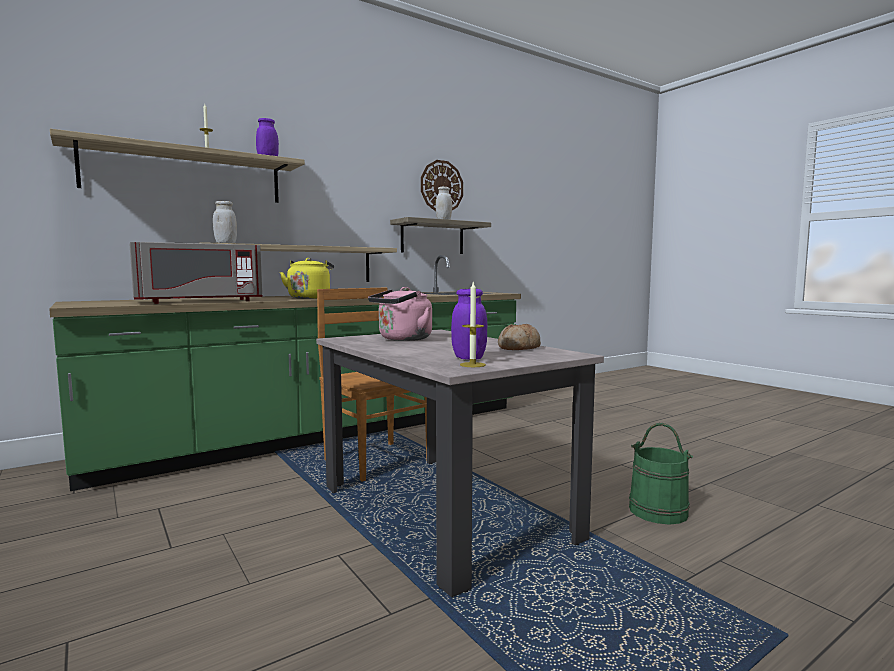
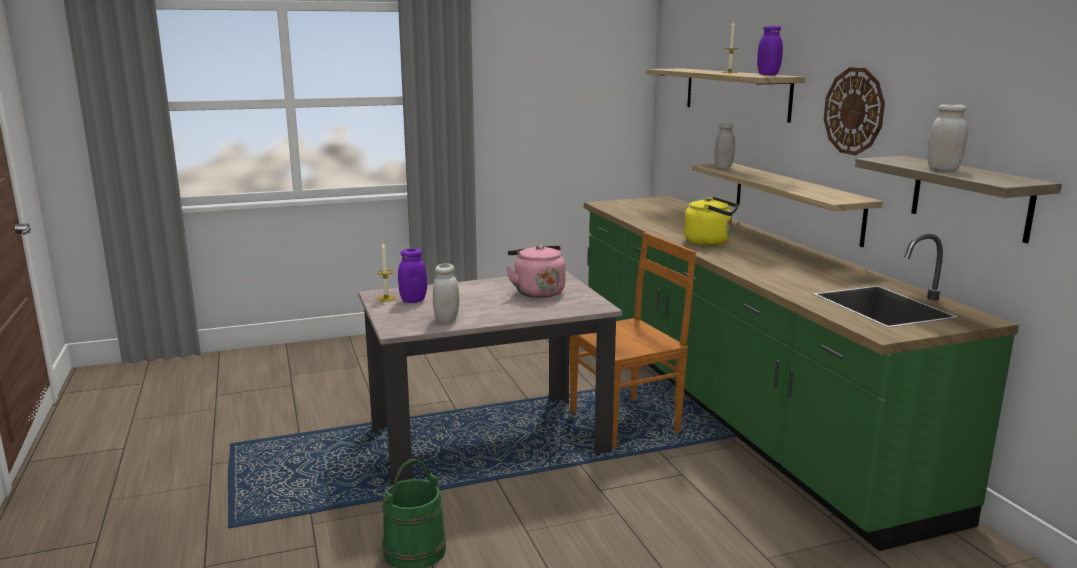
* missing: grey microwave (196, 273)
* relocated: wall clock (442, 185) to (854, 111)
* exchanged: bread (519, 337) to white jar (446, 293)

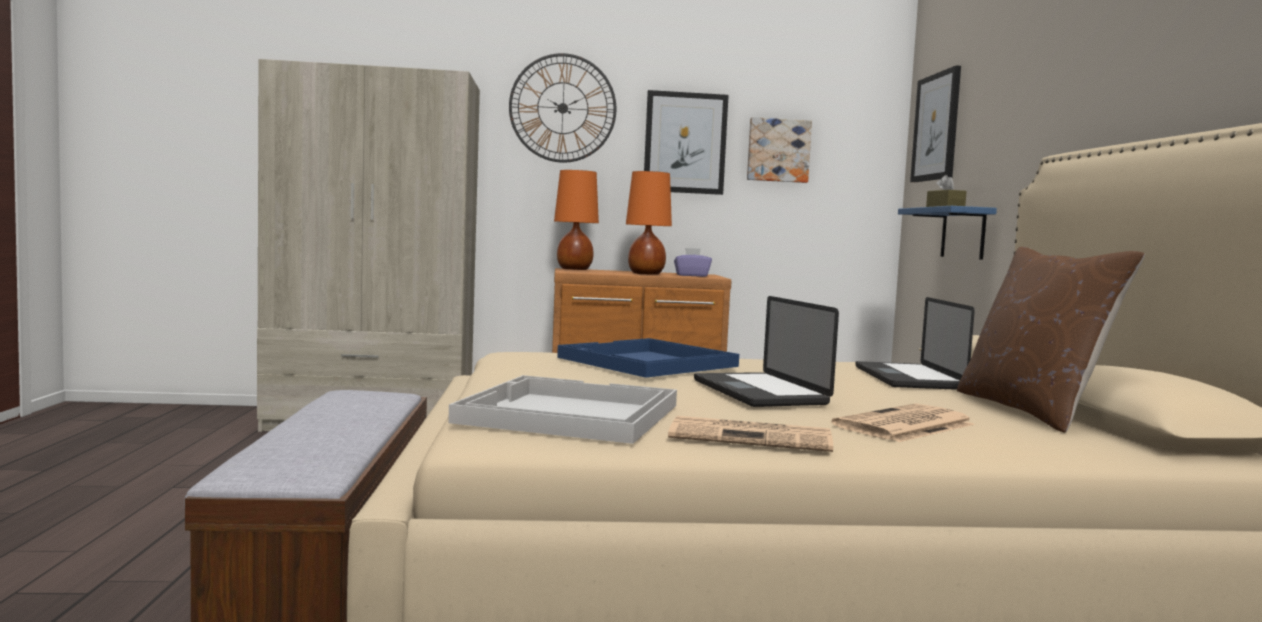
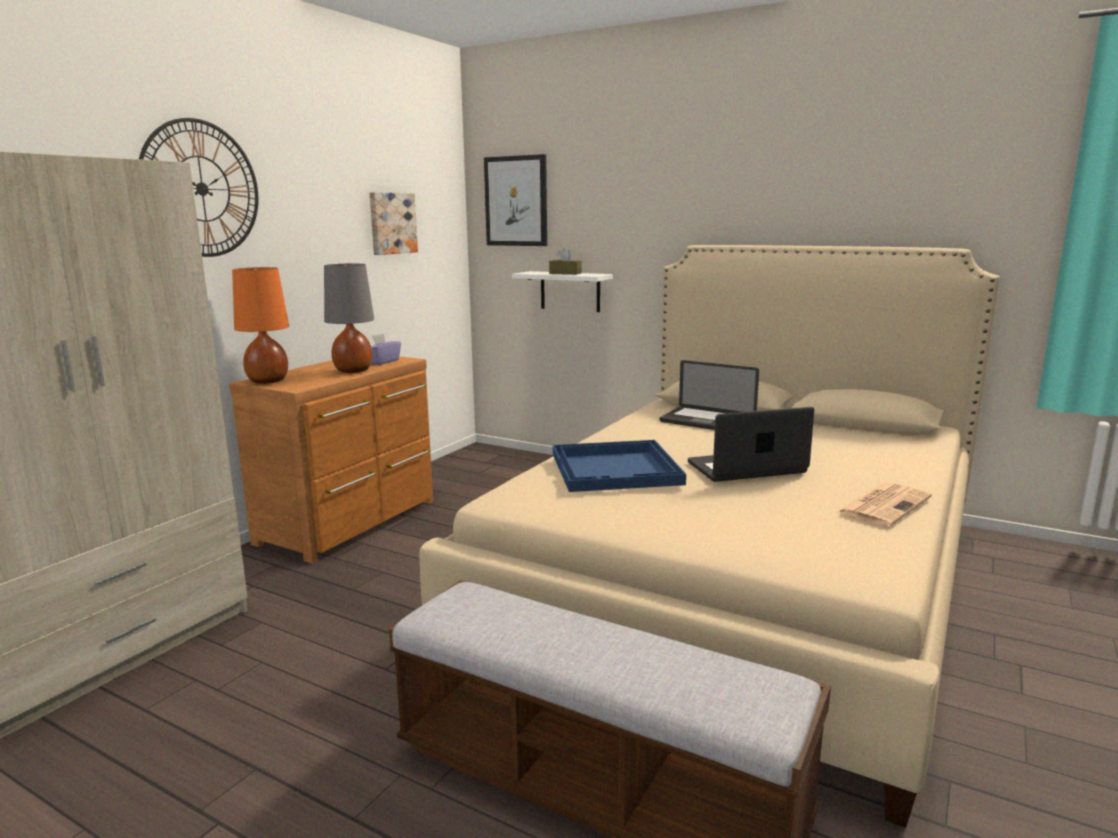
* missing: white tray (562, 409)
* missing: picture (686, 142)
* missing: newspaper (903, 422)
* missing: brown pillow (1051, 340)
* colour: orange table lamp (649, 223) to grey table lamp (349, 318)
* colour: blue shelf (947, 233) to white shelf (562, 291)
* spun: laptop (766, 351) = (751, 444) 150 degrees clockwise

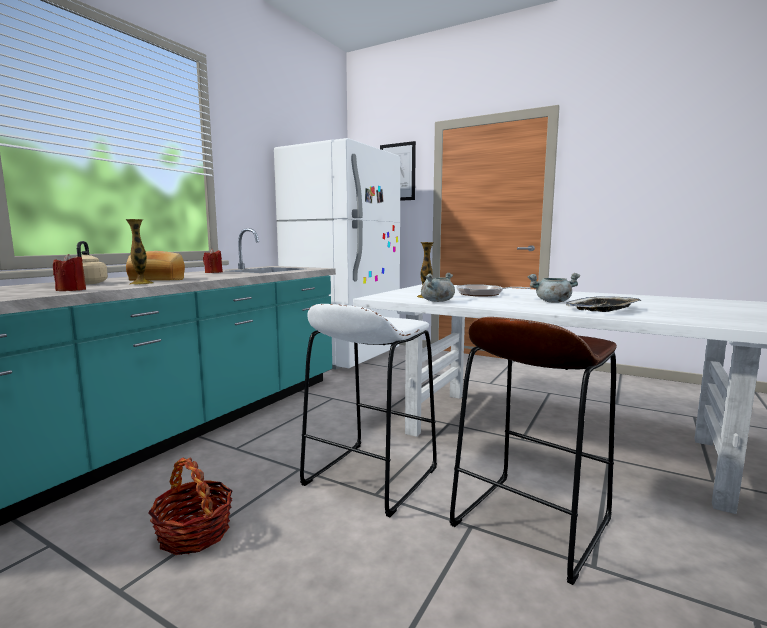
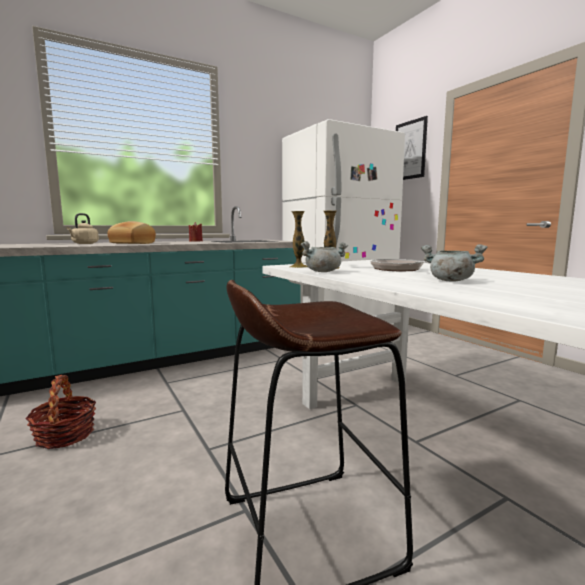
* missing: red candle (69, 272)
* missing: white stool (368, 410)
* missing: tray (603, 304)
* relocated: vase (139, 252) to (299, 239)

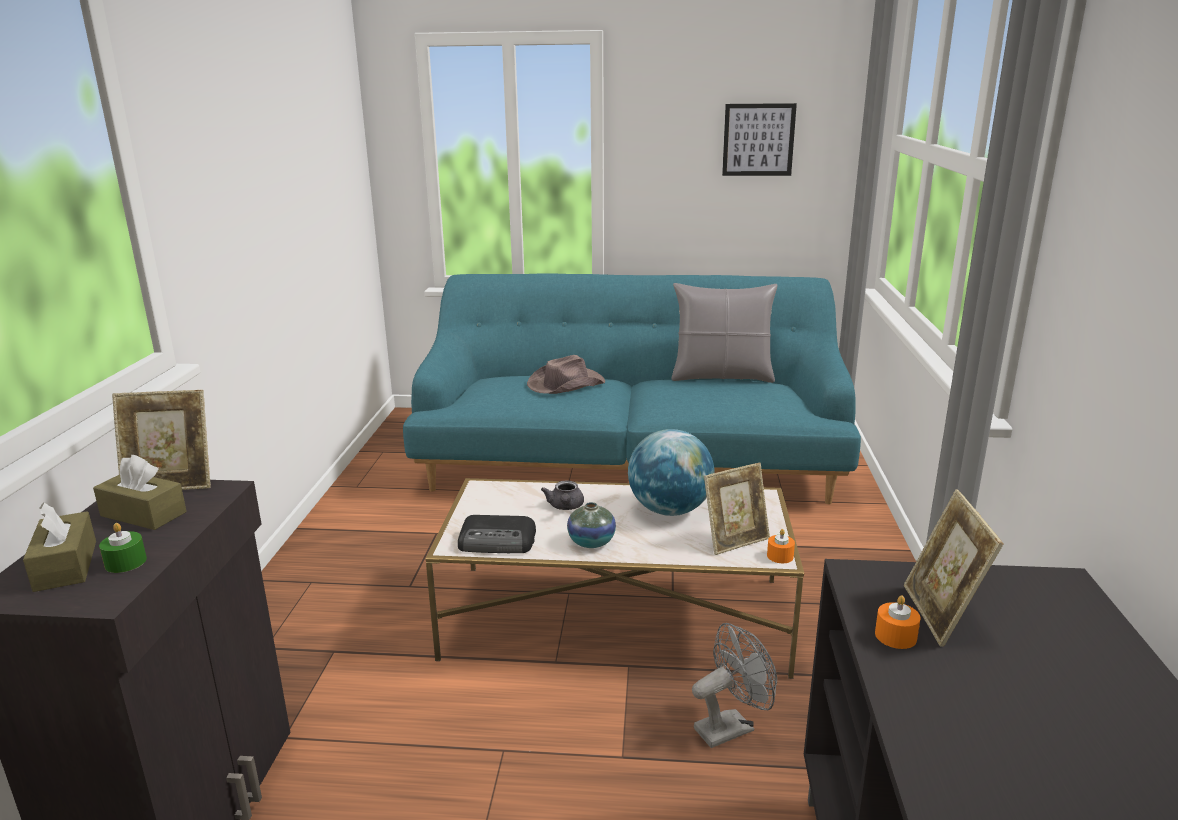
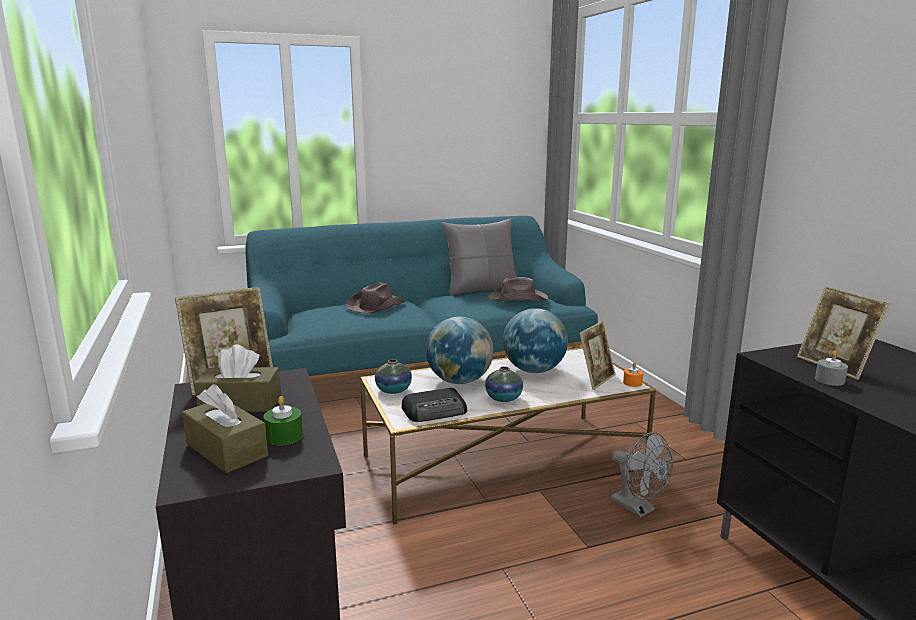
* missing: picture (759, 139)
* appeared: vase (393, 376)
* appeared: brown hat (517, 289)
* exchanged: grey teapot (562, 495) to globe (460, 350)
* colour: orange candle (898, 622) to grey candle (831, 368)
* spun: grey fan (734, 685) = (641, 475) 105 degrees clockwise

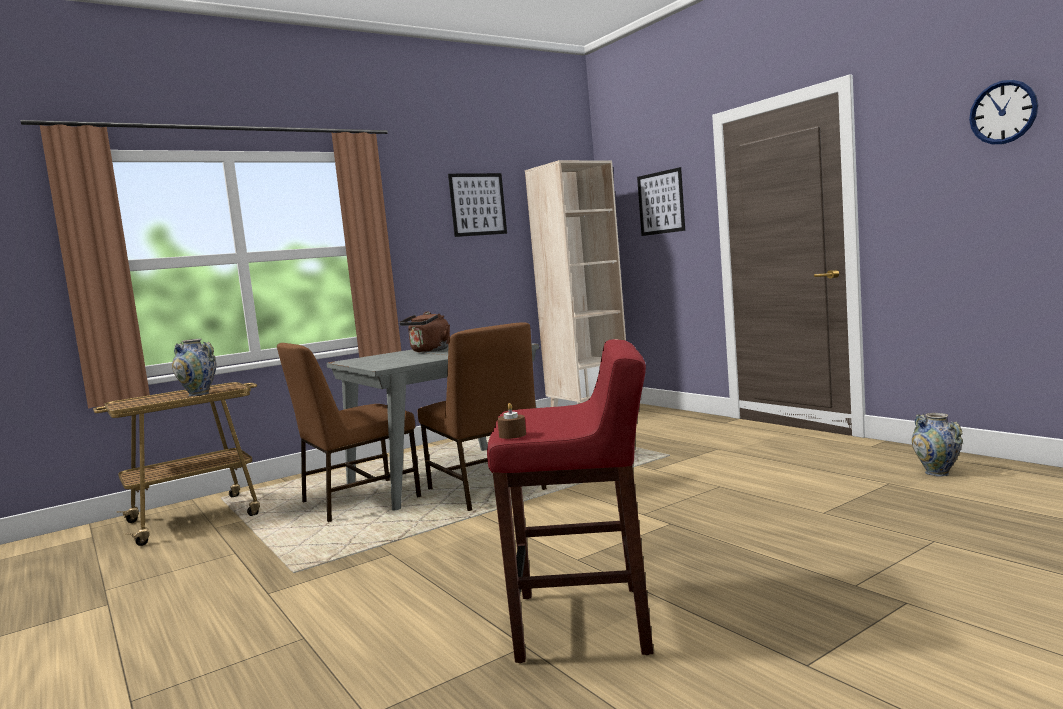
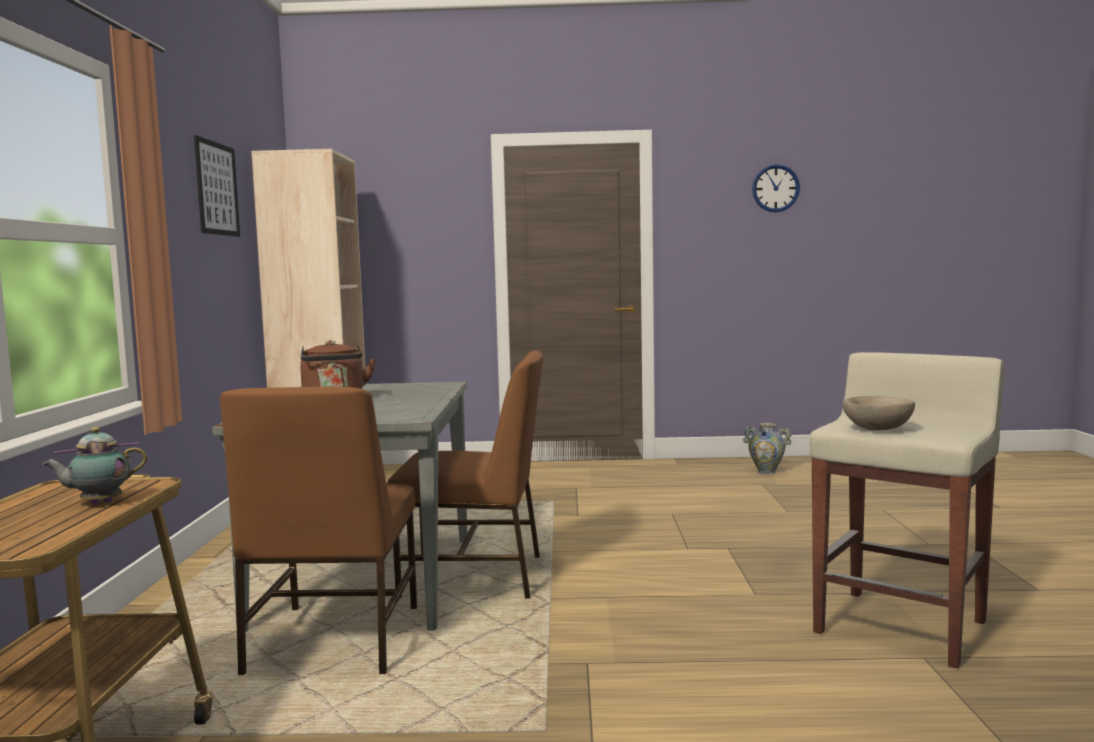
* missing: brown candle (511, 421)
* missing: picture (661, 201)
* appeared: beige bowl (878, 413)
* exchanged: vase (194, 367) to teapot (94, 465)
* colour: red stool (570, 501) to beige stool (907, 510)

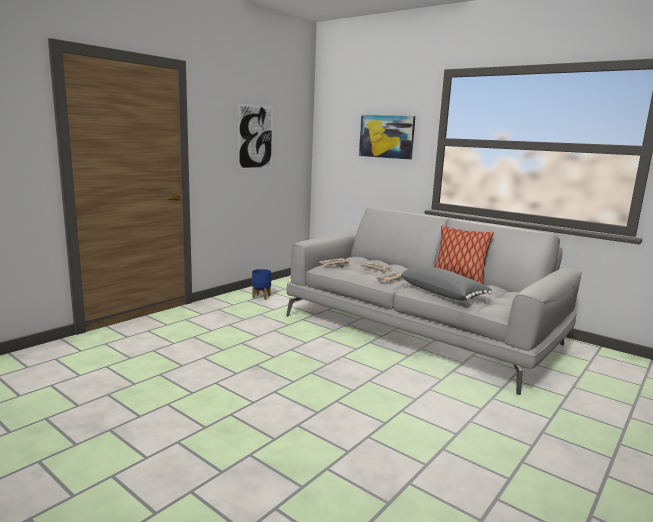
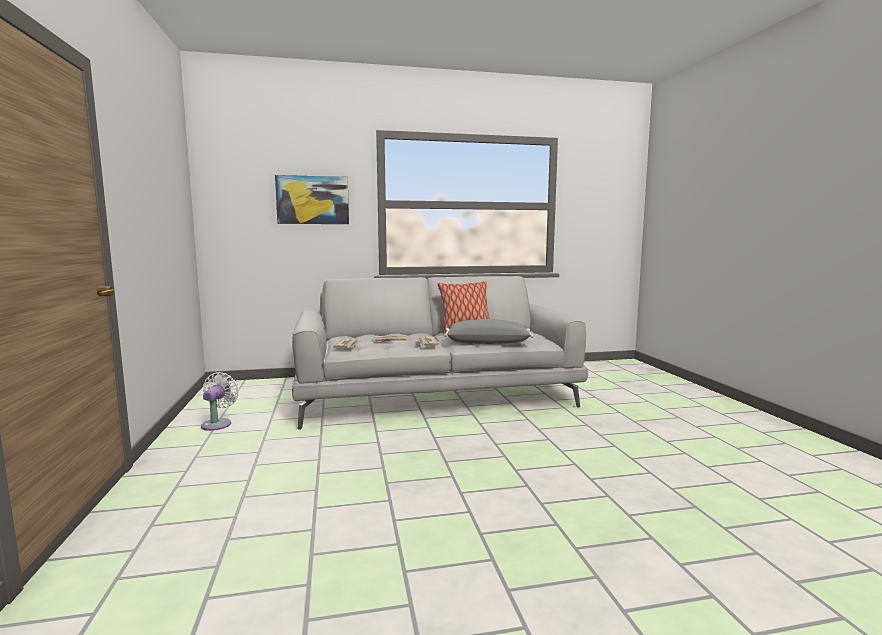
* missing: picture (255, 136)
* exchanged: blue planter (261, 284) to white fan (220, 401)

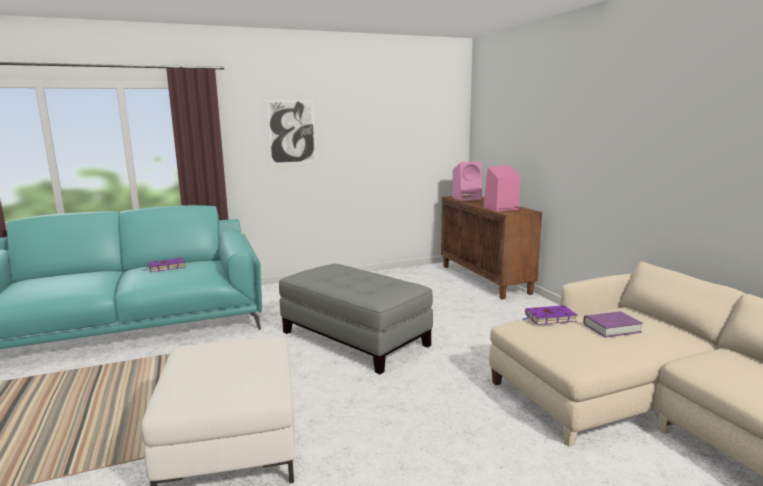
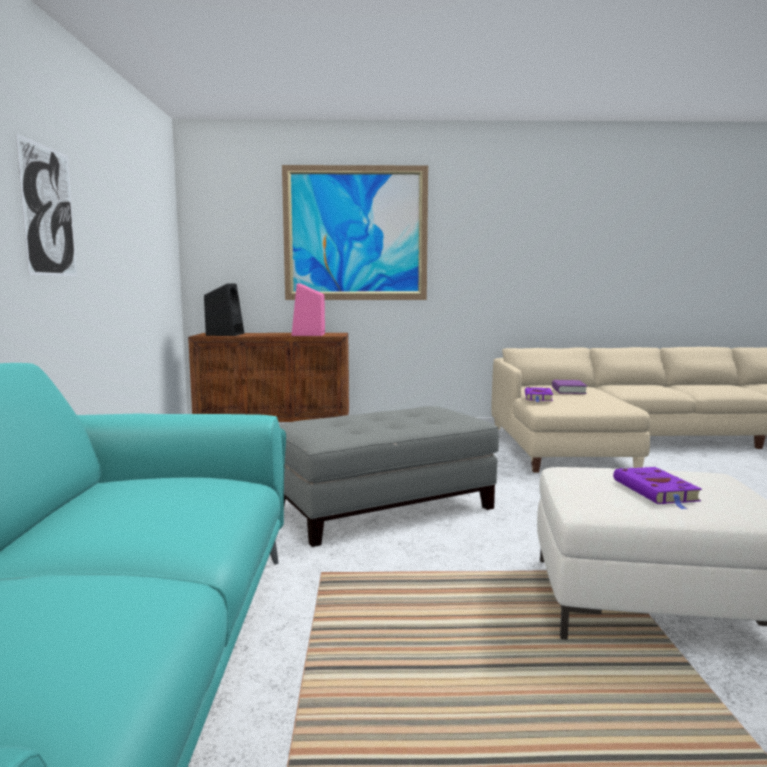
* appeared: picture (355, 232)
* relocated: purple book (164, 264) to (657, 488)
* colour: pink speaker (467, 181) to black speaker (224, 309)

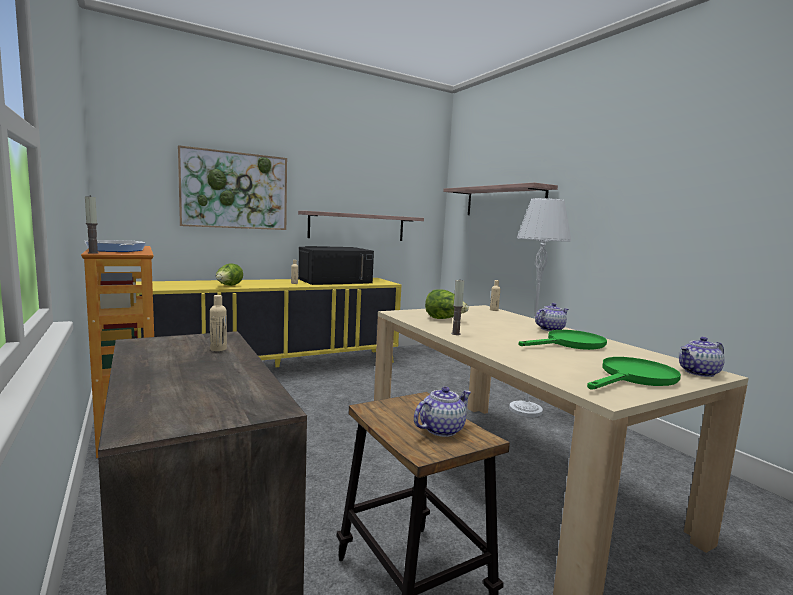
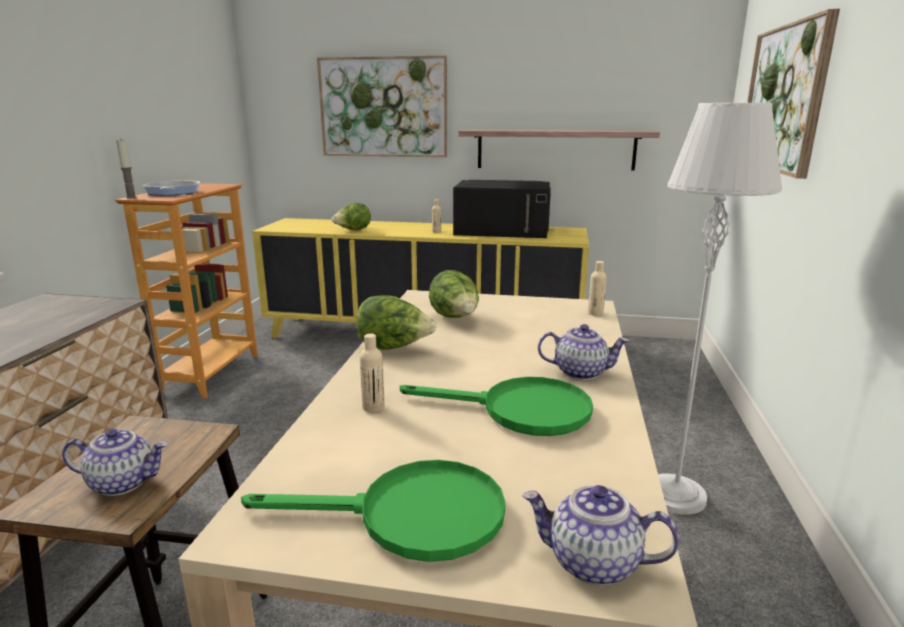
* relocated: beige bottle (218, 323) to (372, 373)
* exchanged: shelf (500, 199) to picture (793, 94)
* exchanged: candle (457, 307) to lettuce (396, 322)

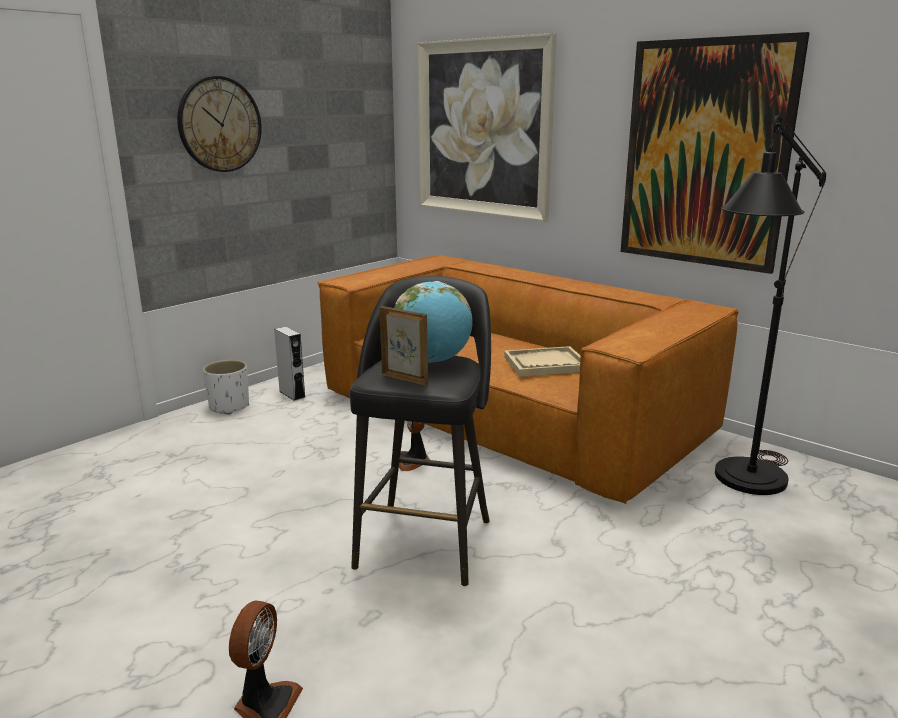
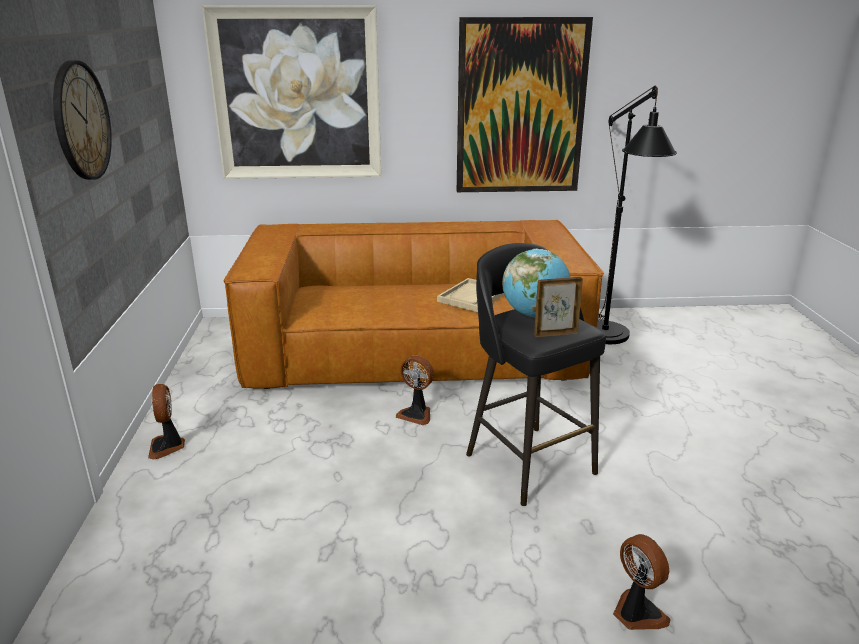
* missing: grey speaker (290, 364)
* exchanged: white planter (226, 387) to fan (166, 421)

